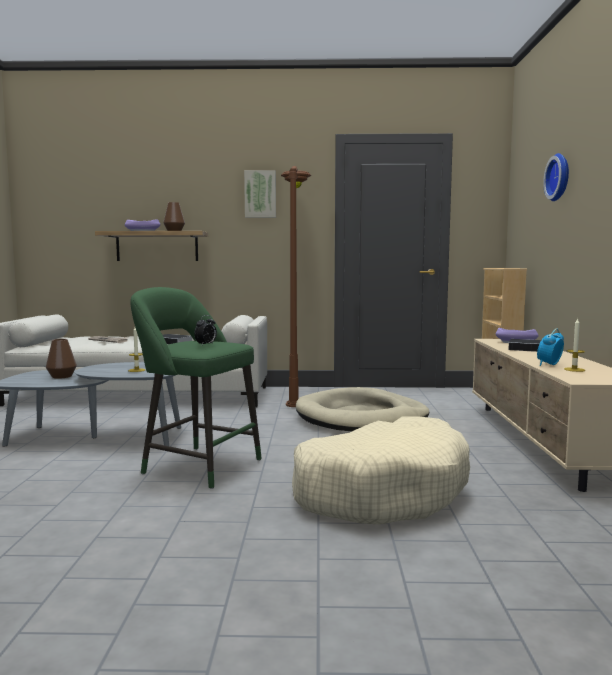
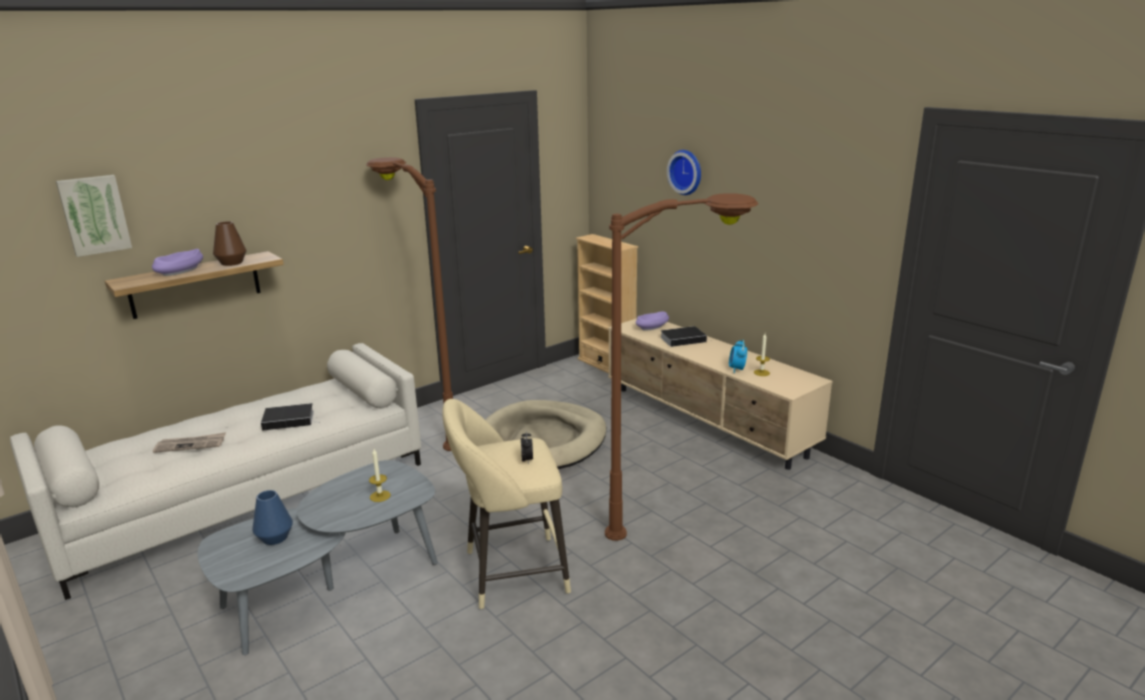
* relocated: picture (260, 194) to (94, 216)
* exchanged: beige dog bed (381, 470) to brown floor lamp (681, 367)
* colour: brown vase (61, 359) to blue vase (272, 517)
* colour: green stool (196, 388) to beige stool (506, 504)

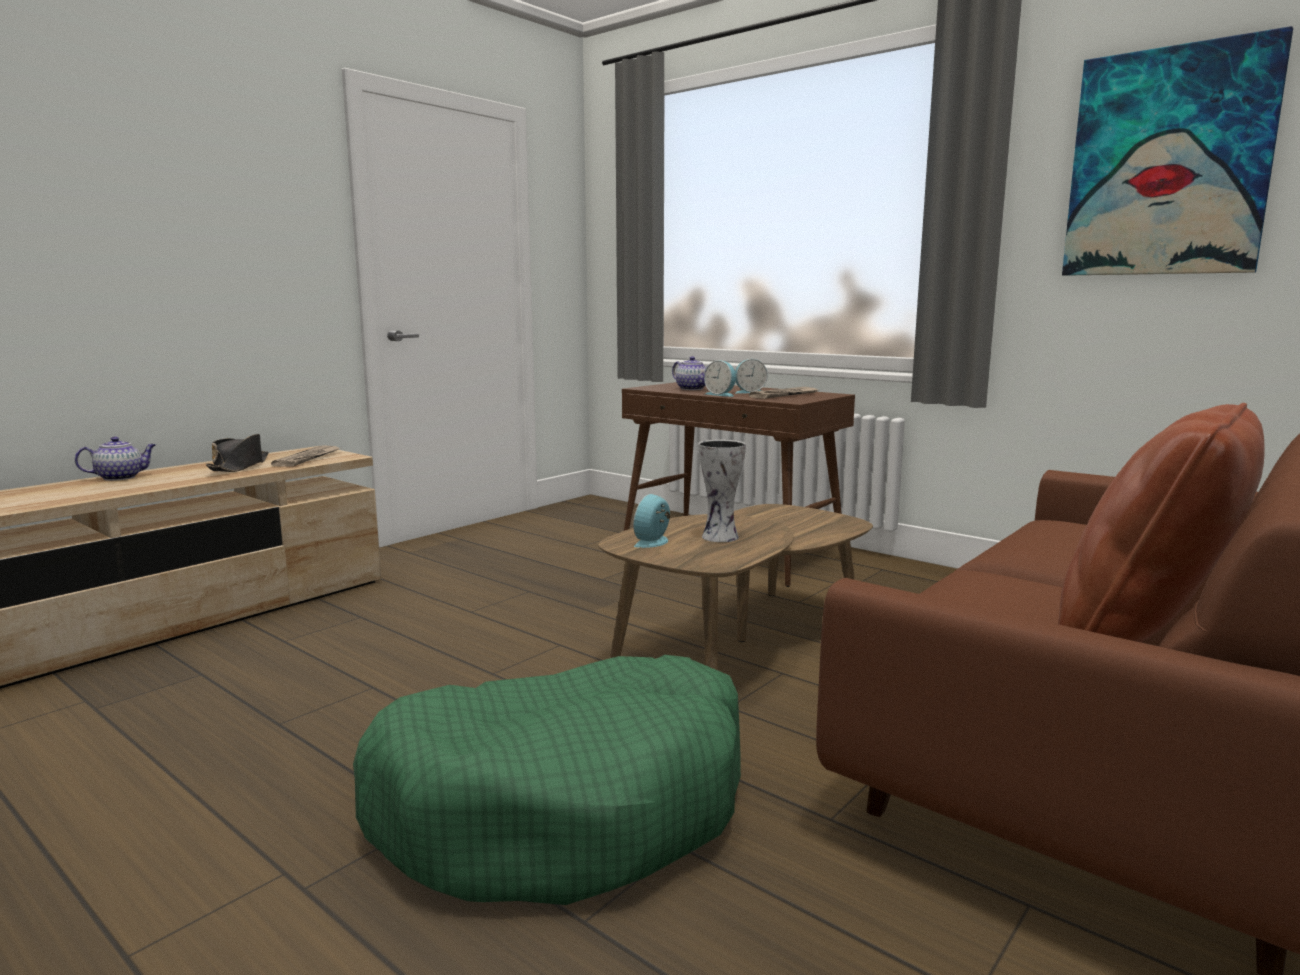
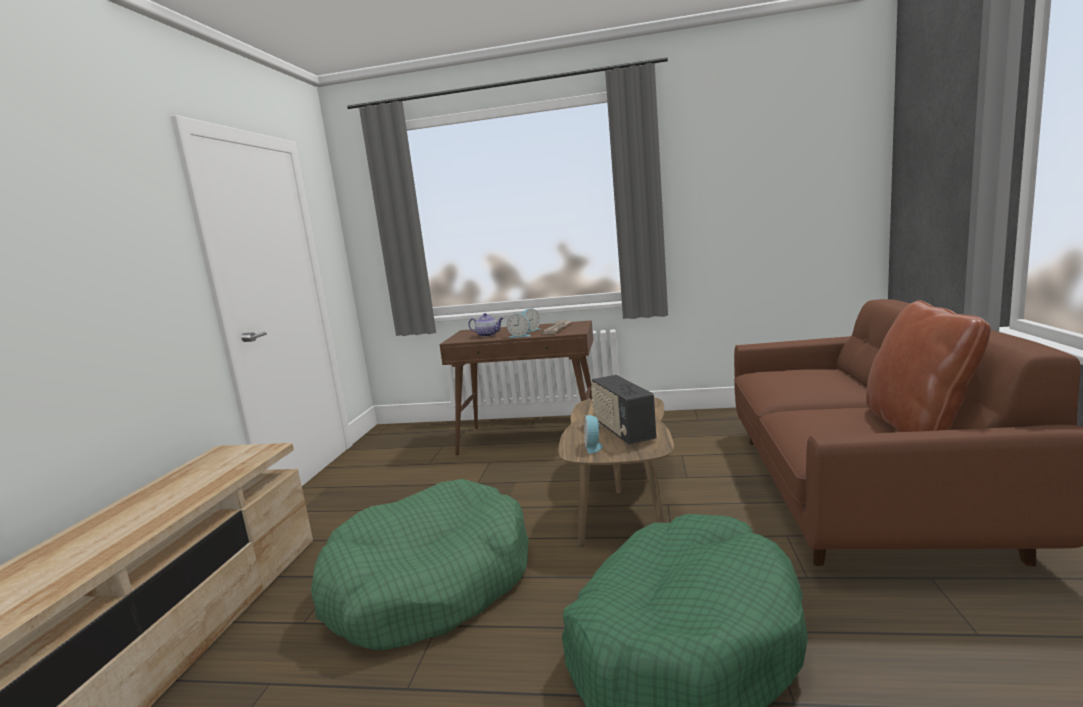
* missing: teapot (115, 459)
* missing: black hat (237, 453)
* missing: newspaper (305, 456)
* missing: picture (1177, 151)
* appeared: green dog bed (420, 564)
* exchanged: vase (722, 491) to radio (624, 409)

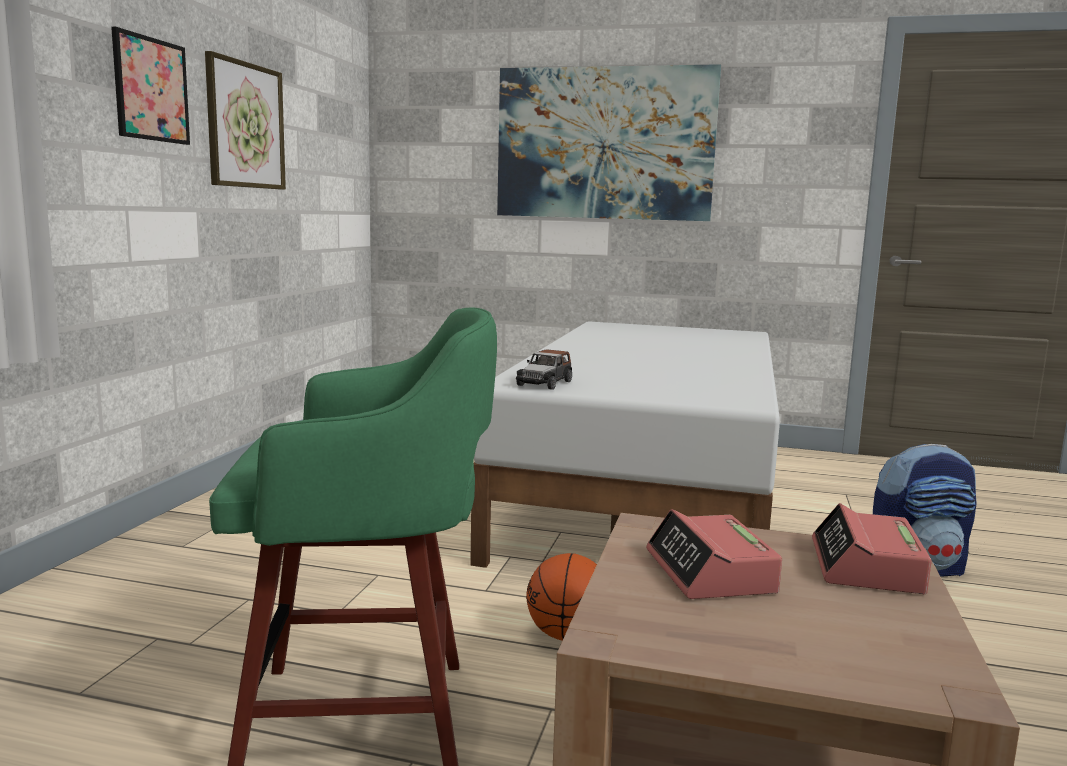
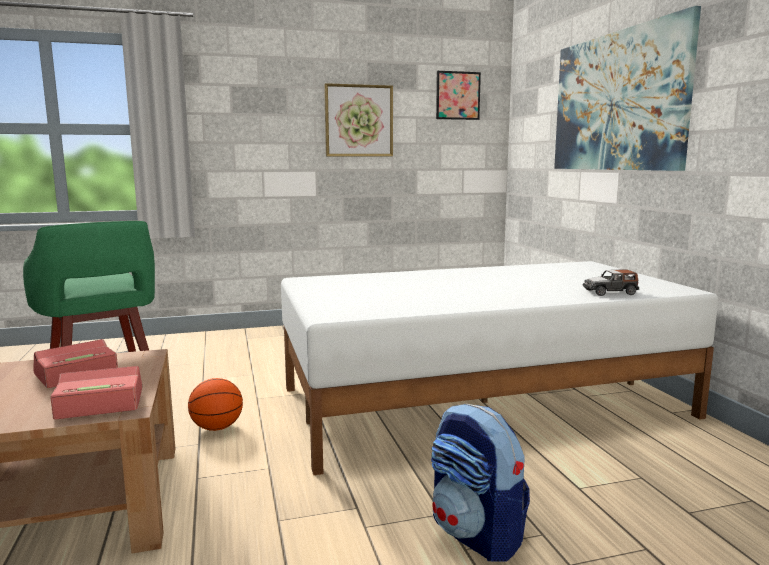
* relocated: picture (150, 86) to (458, 95)
* relocated: toy car (544, 369) to (611, 282)

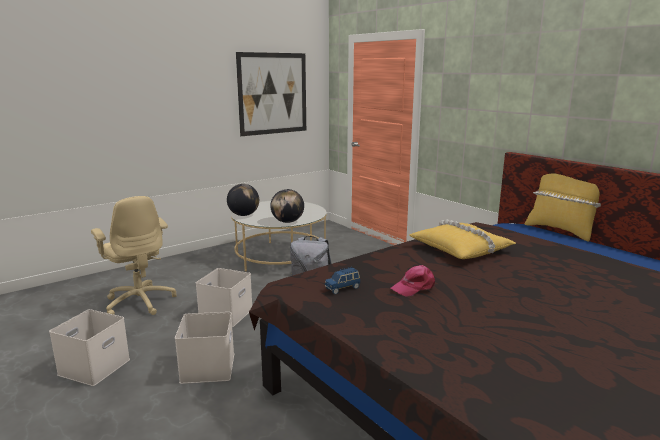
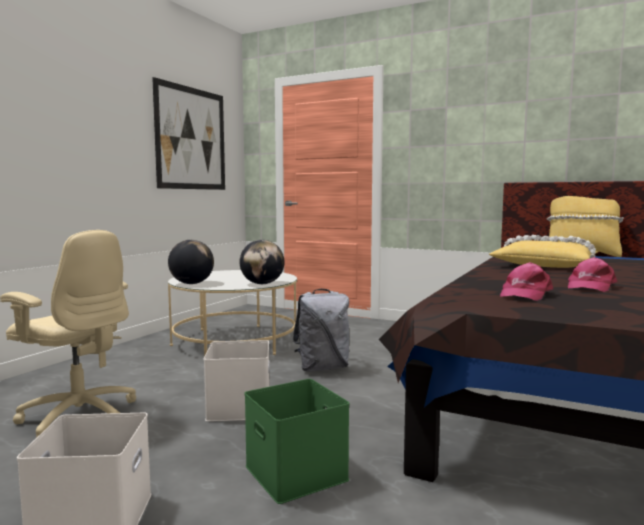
* exchanged: blue toy car (342, 280) to pink cap (527, 281)
* colour: white storage box (204, 348) to green storage box (297, 441)

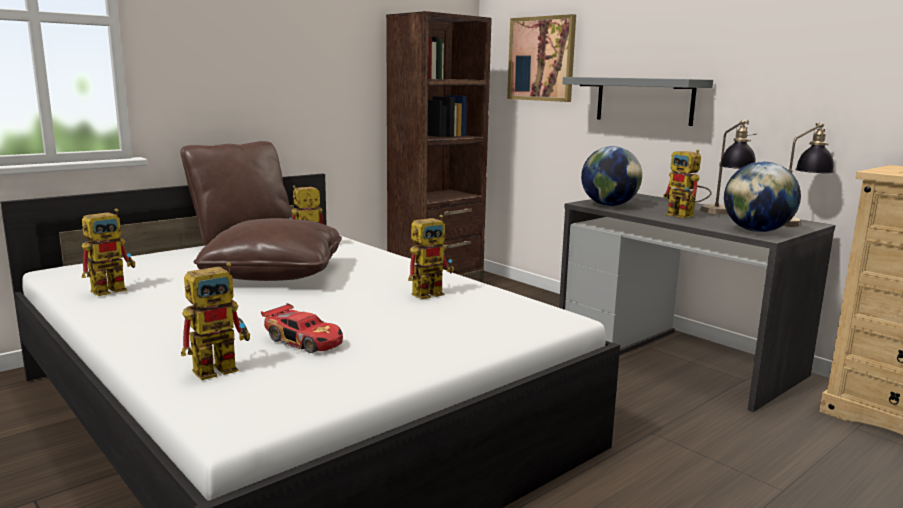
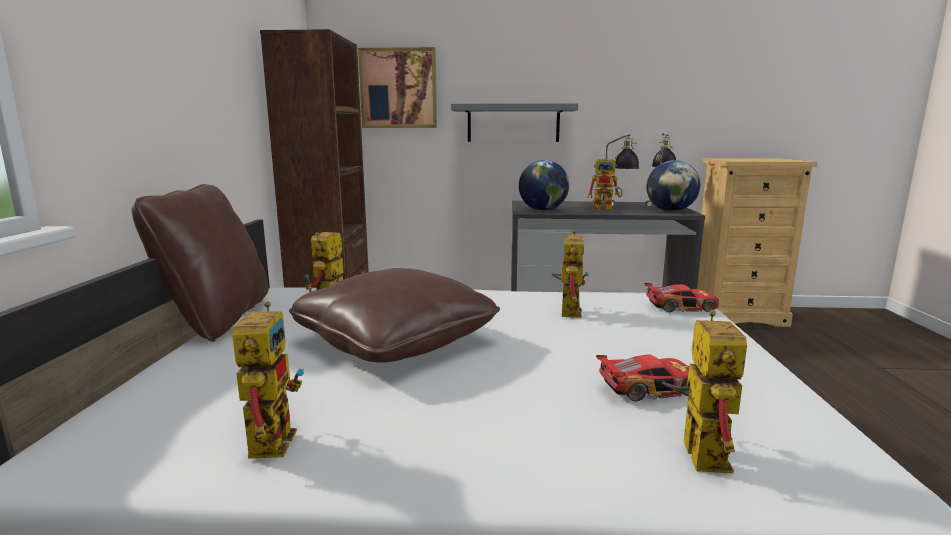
* appeared: toy car (681, 297)

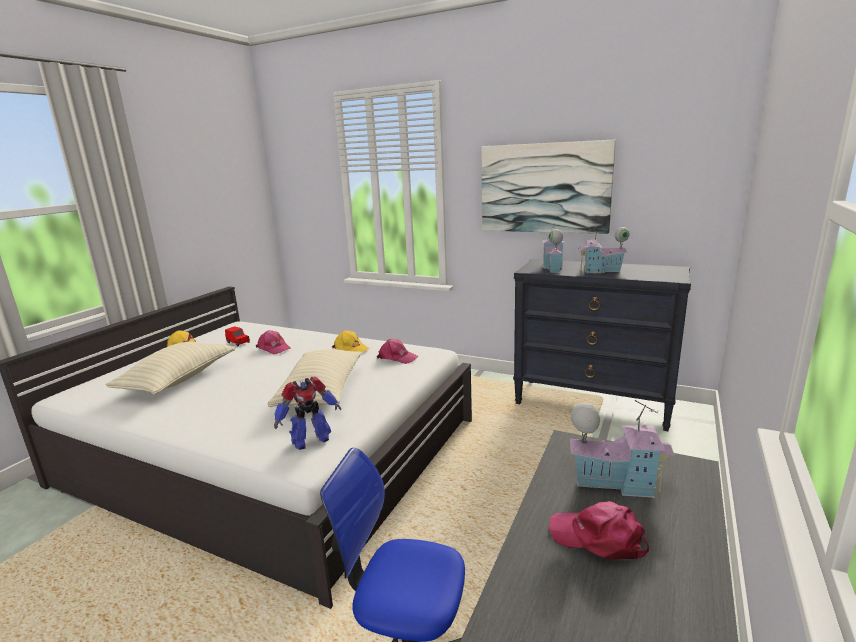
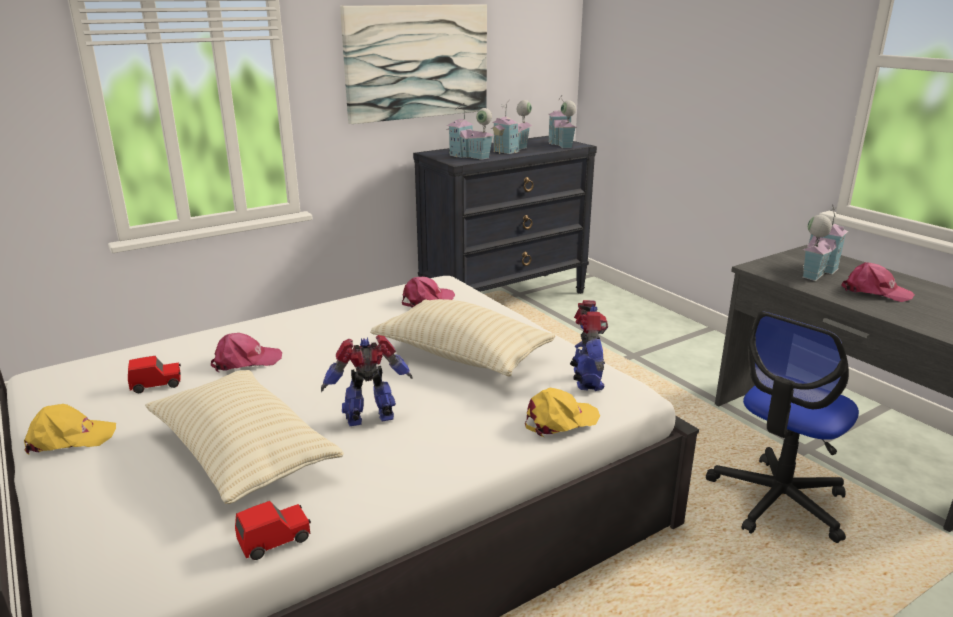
* appeared: red toy car (273, 530)
* appeared: toy robot (366, 380)
* appeared: toy house (562, 121)
* relocated: yellow cap (350, 341) to (562, 412)
* spun: pink cap (599, 530) = (878, 282) 120 degrees counterclockwise

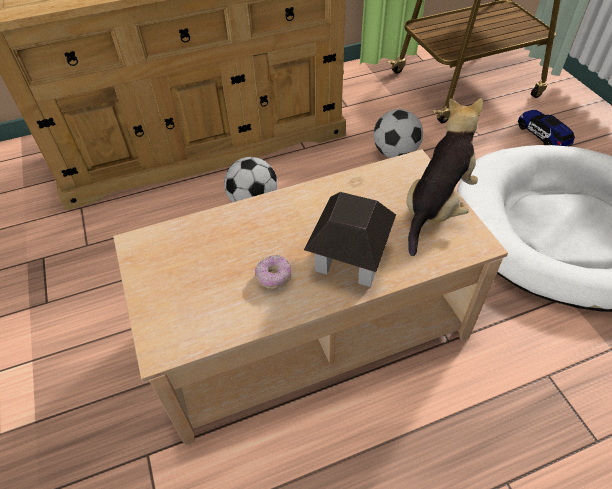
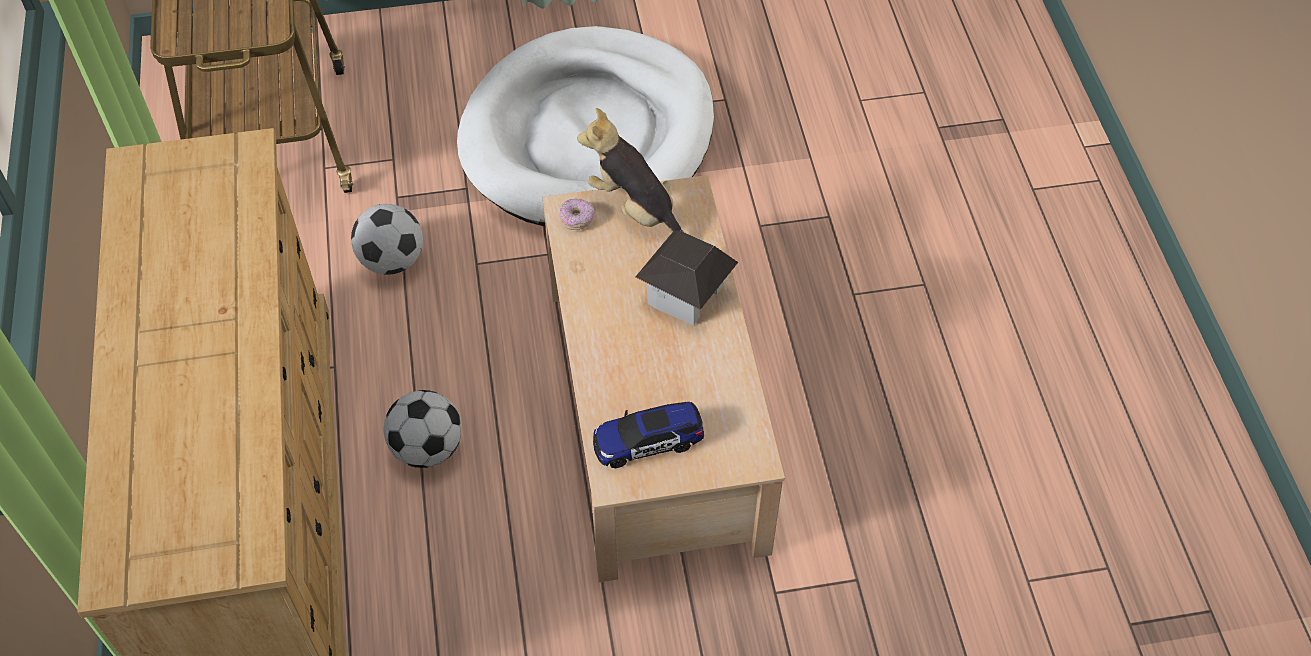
* relocated: donut (273, 272) to (577, 214)
* relocated: toy car (546, 128) to (648, 435)

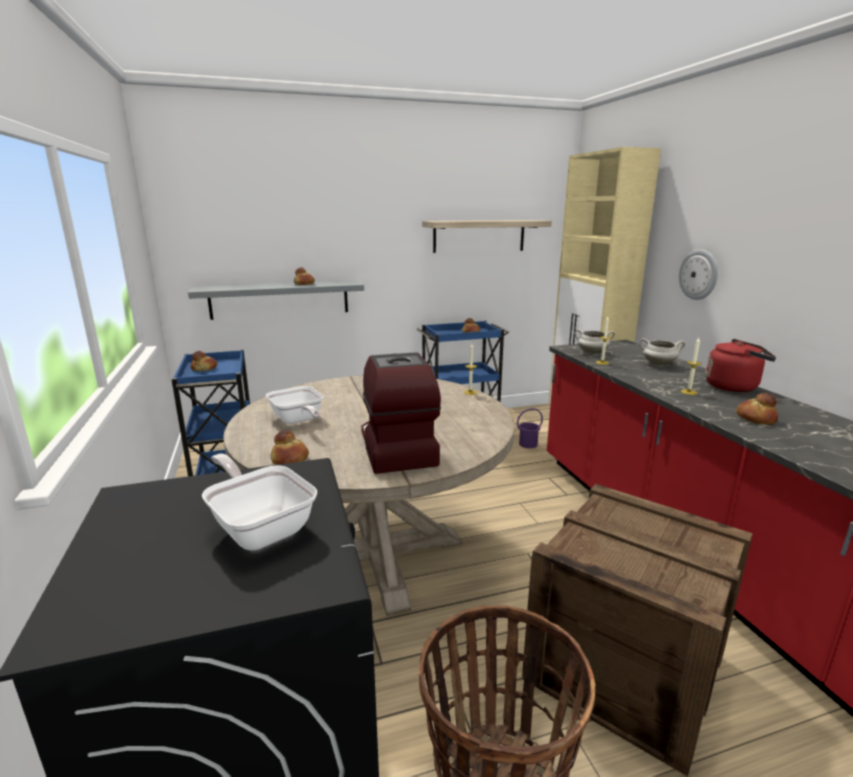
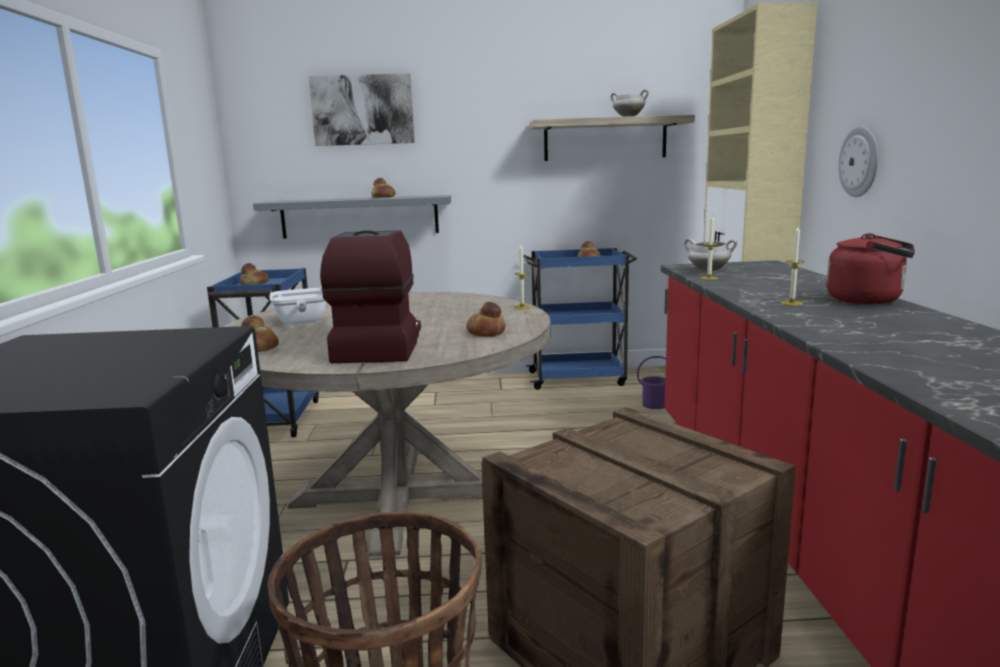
* missing: frying pan (259, 502)
* appeared: picture (362, 109)
* relocated: white cooking pot (662, 352) to (630, 103)
* relocated: bread (757, 409) to (486, 319)

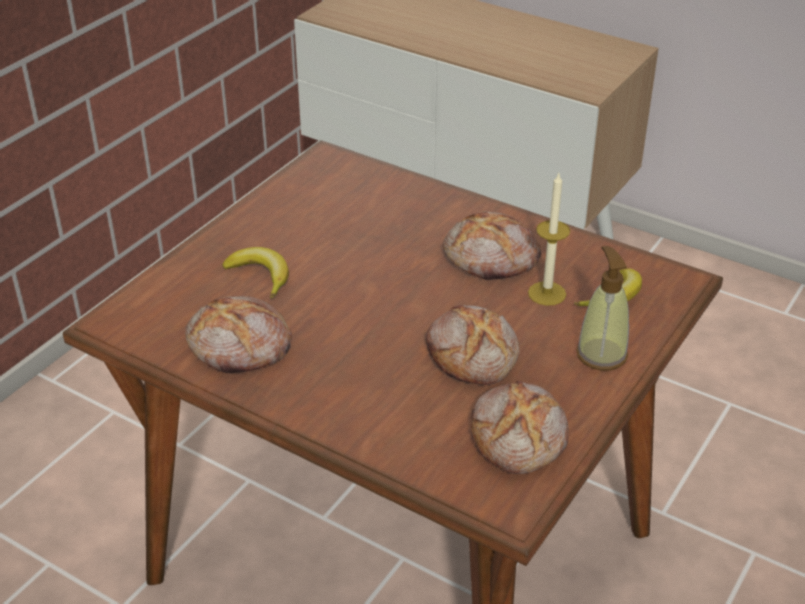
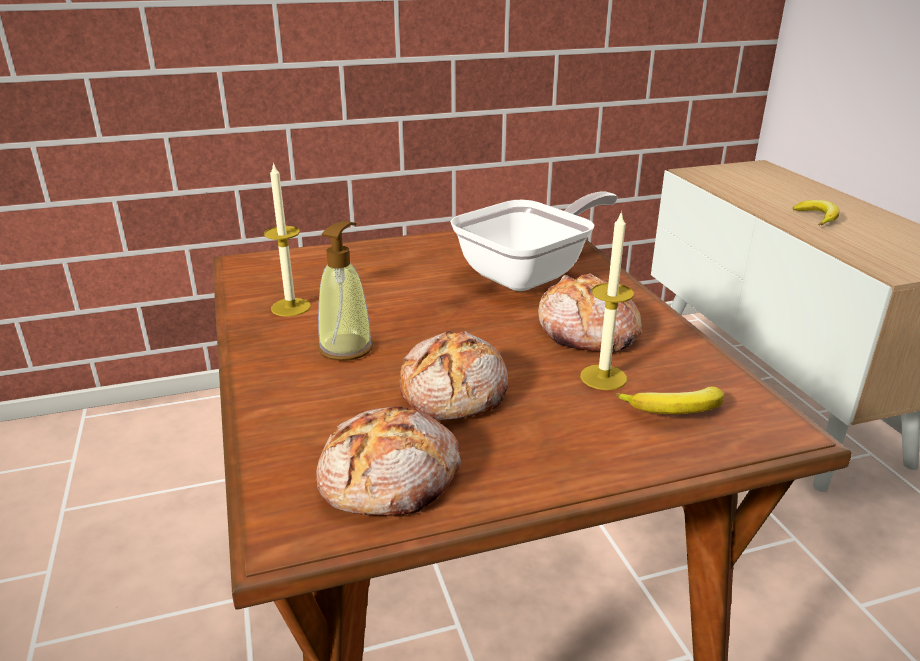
* appeared: frying pan (534, 241)
* relocated: banana (255, 273) to (816, 213)
* relocated: soap dispenser (602, 308) to (345, 291)
* exchanged: bread (238, 334) to candle (287, 239)

